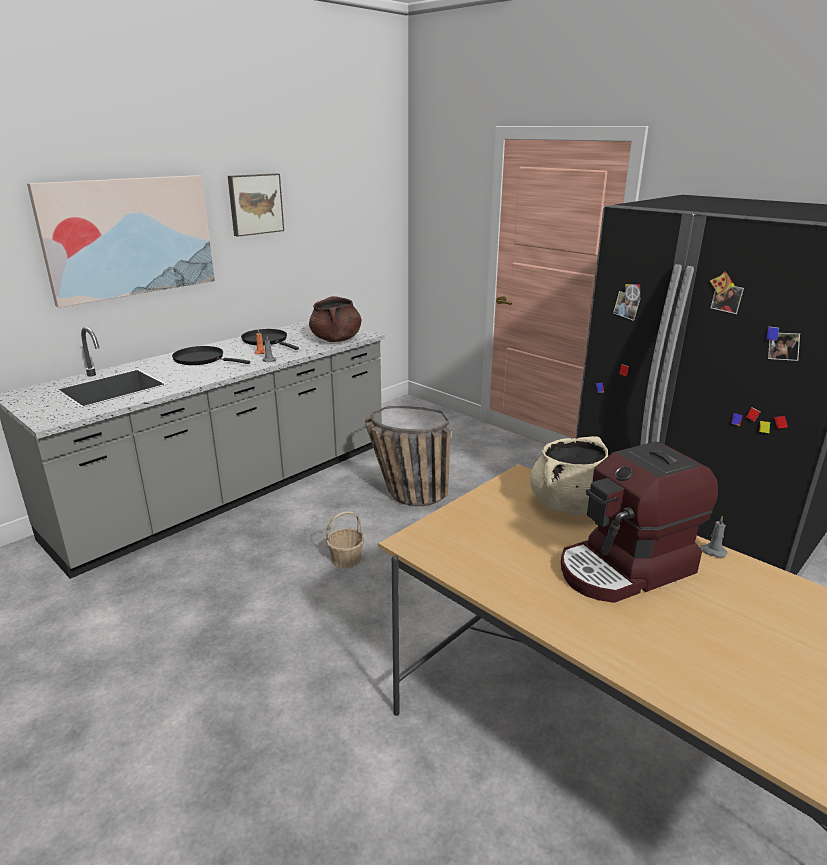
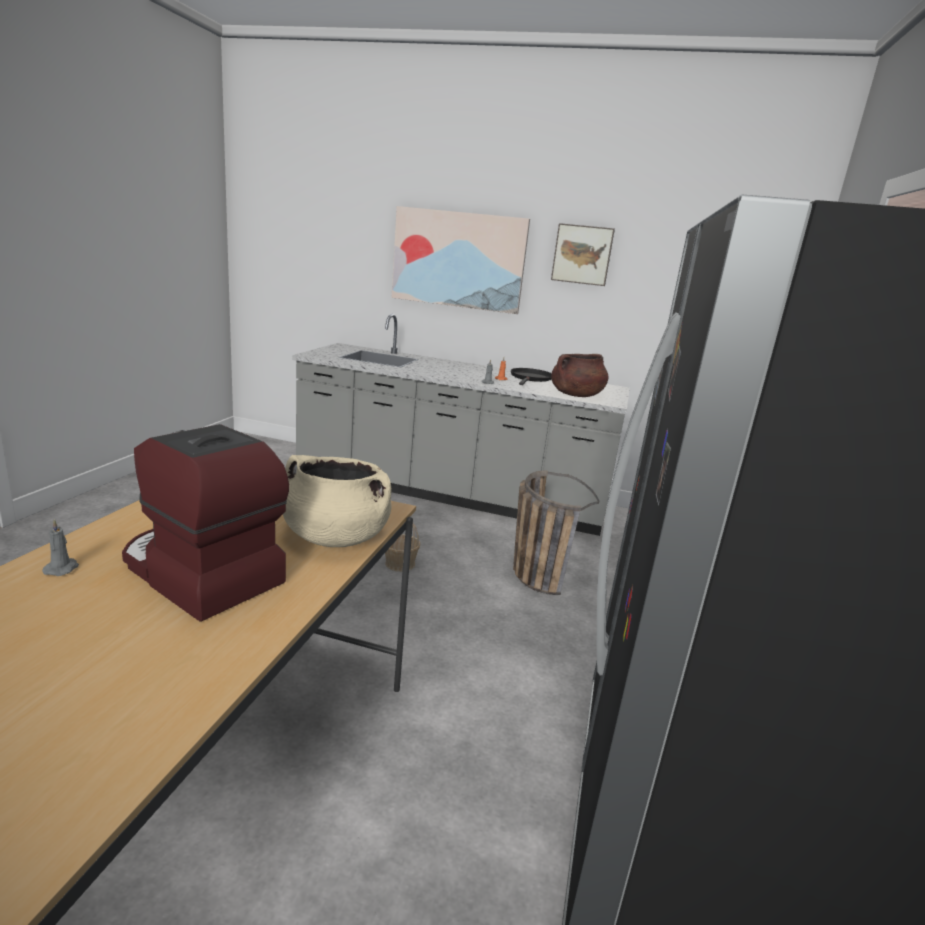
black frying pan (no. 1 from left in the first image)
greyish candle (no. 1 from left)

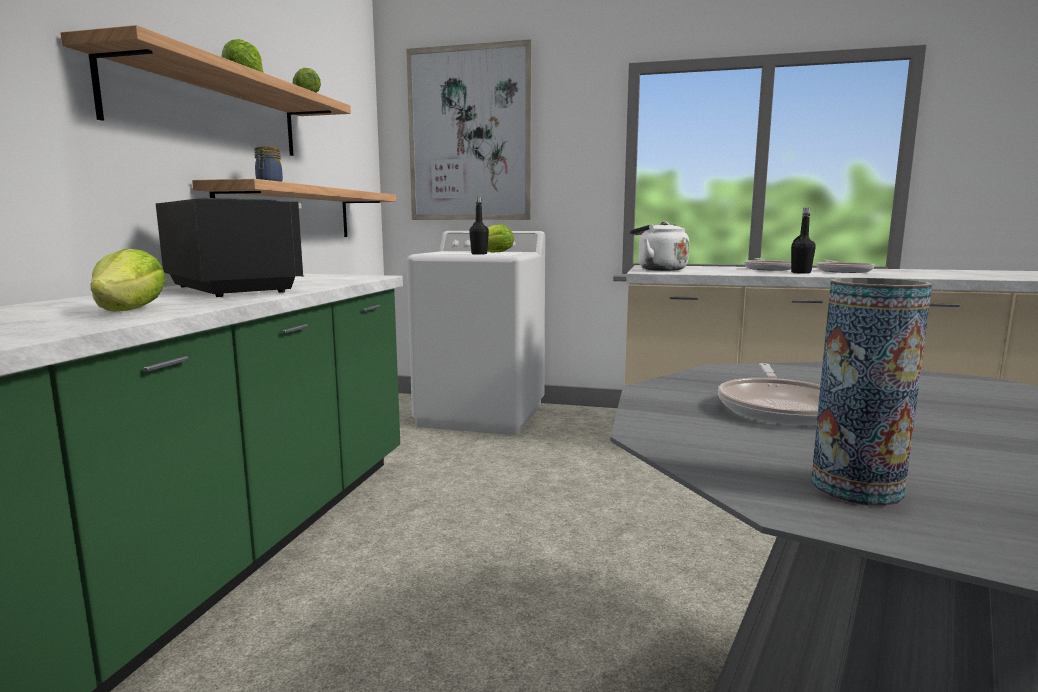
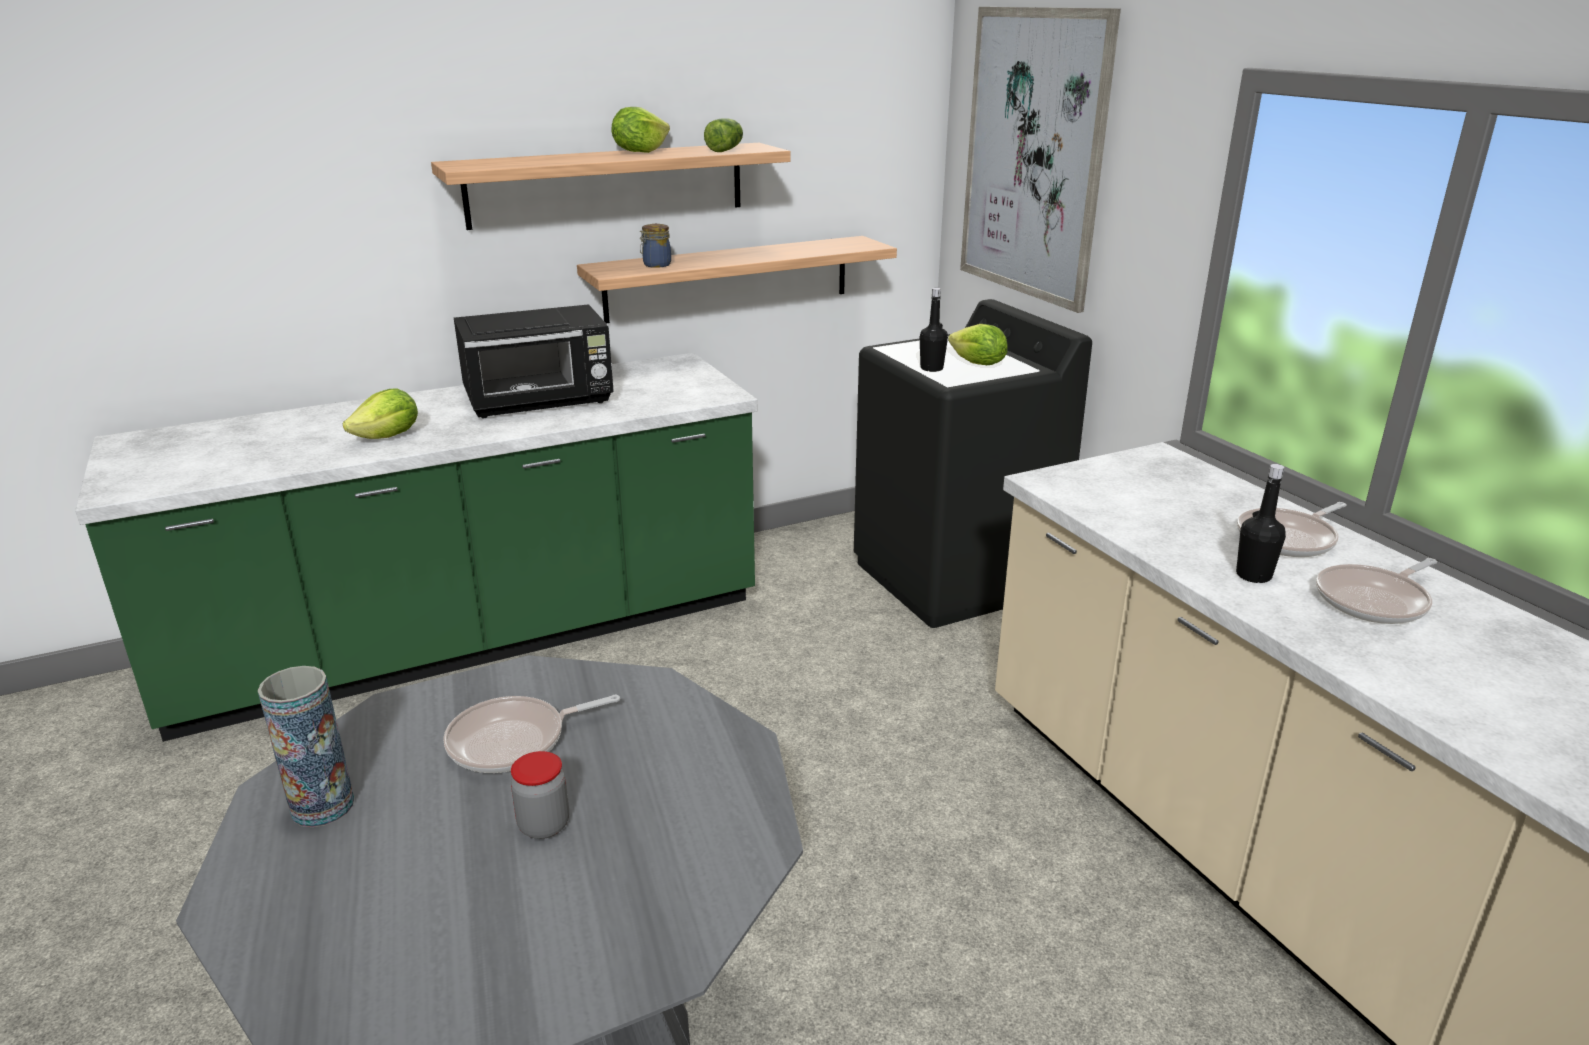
white kettle
jar (no. 1 from left)
black washing machine
black kitchen microwave

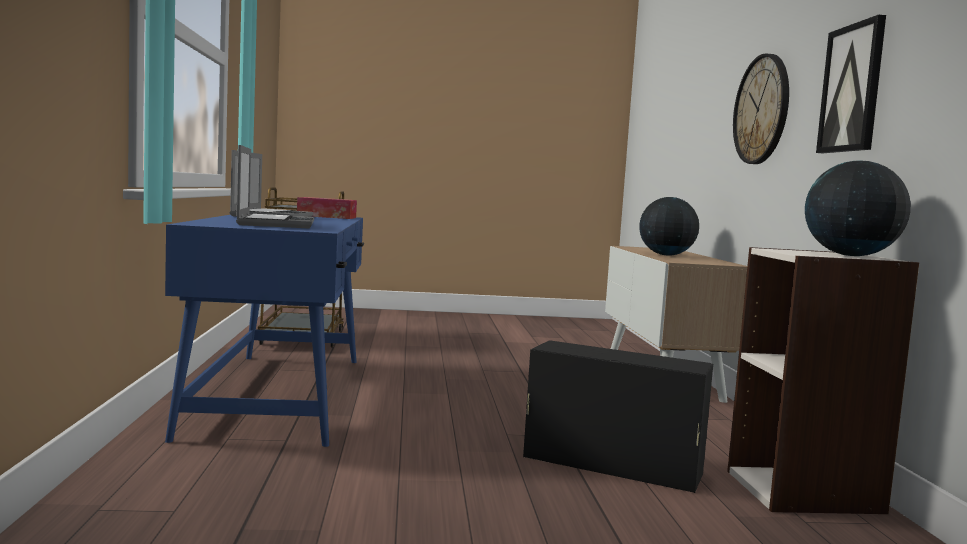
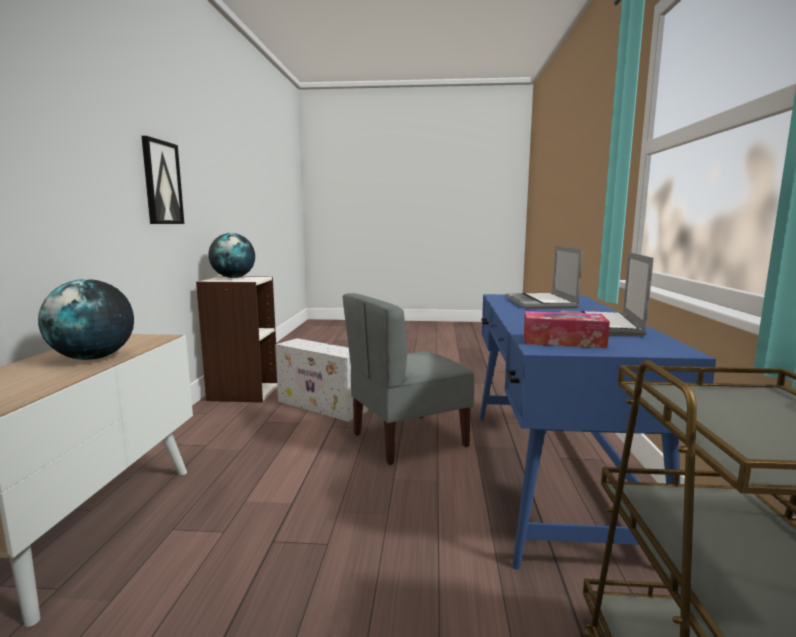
clock on the wall
greyish plain chair
white storage container

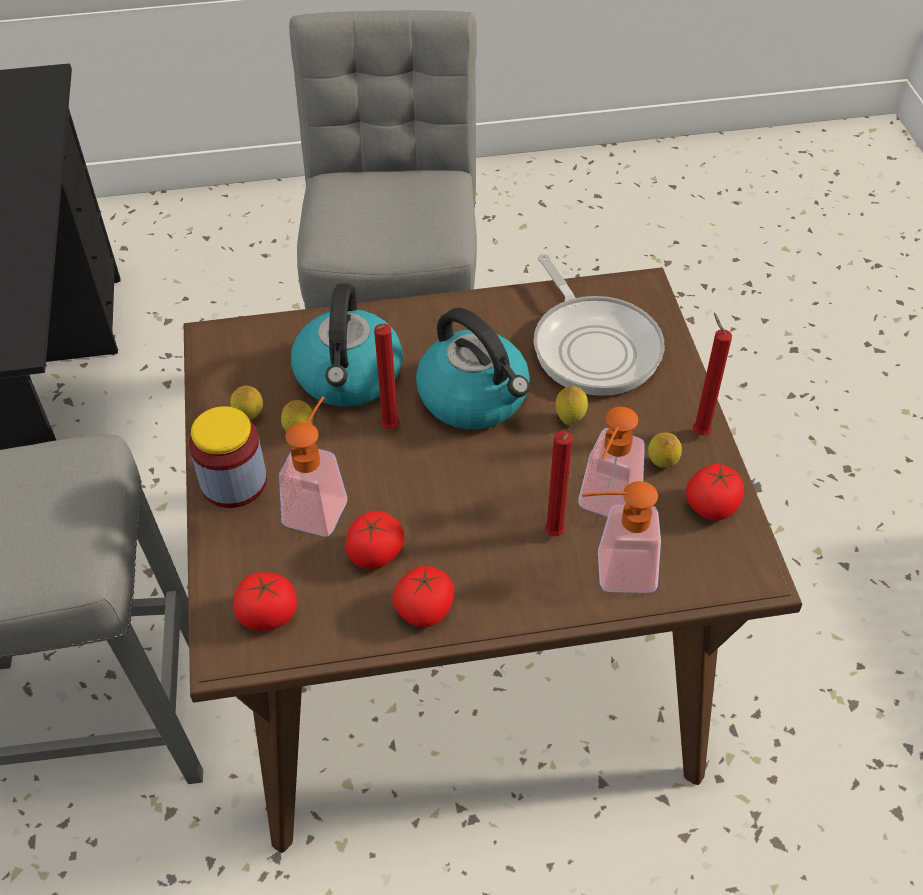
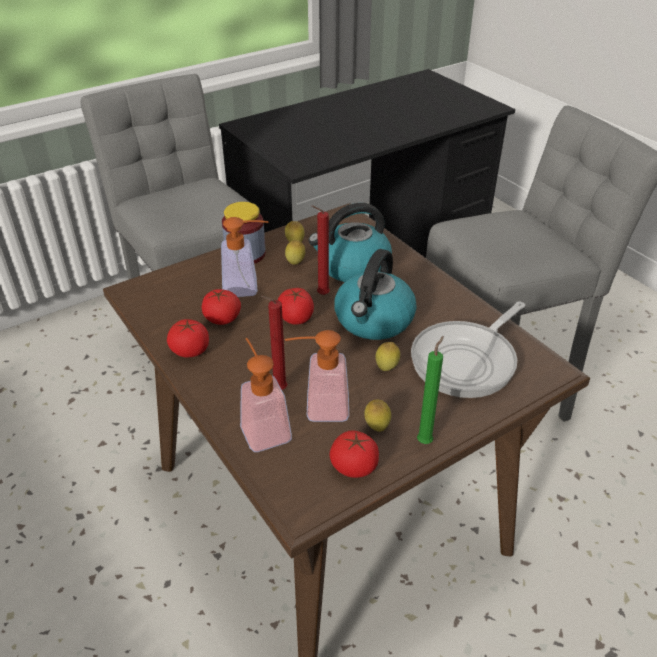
tomato (no. 3 from left)
green candle

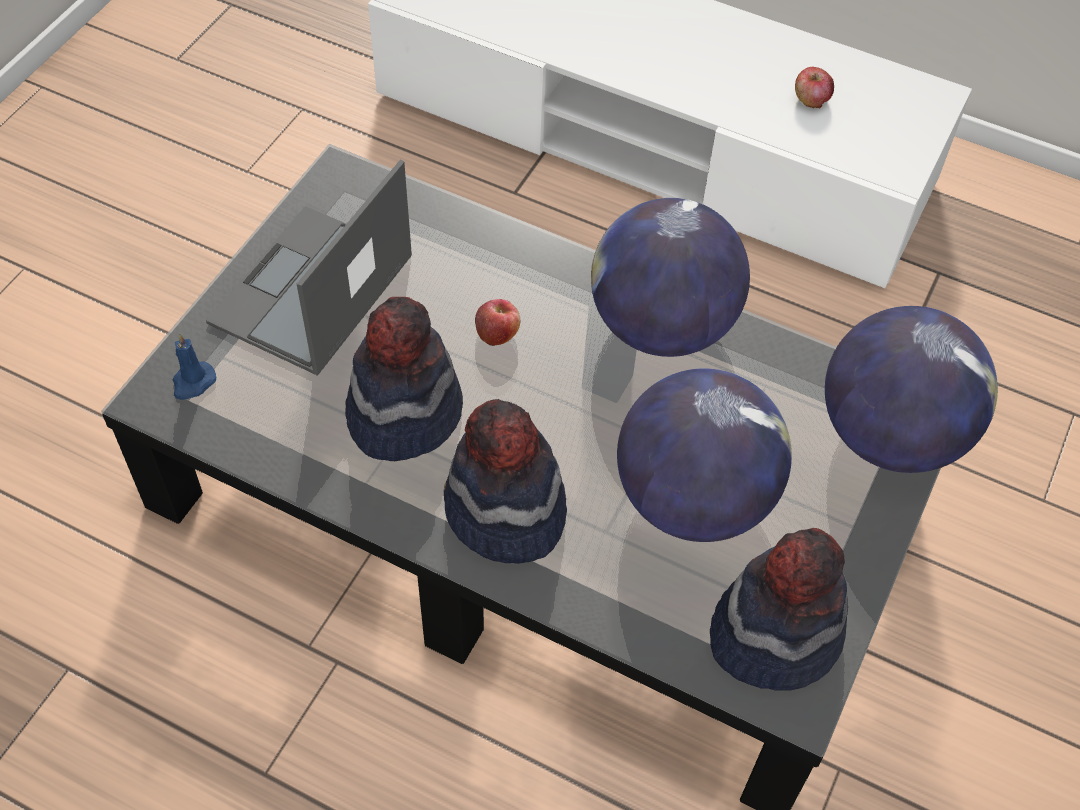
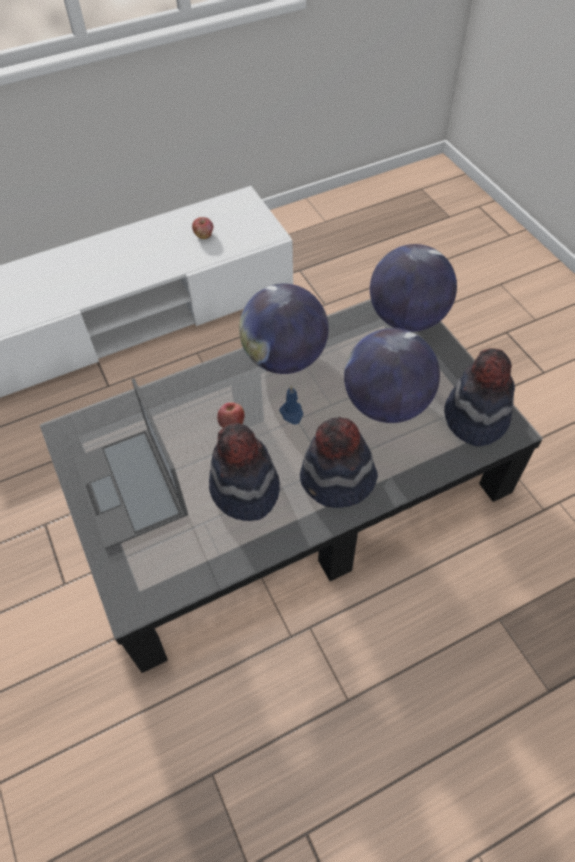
bluish candle

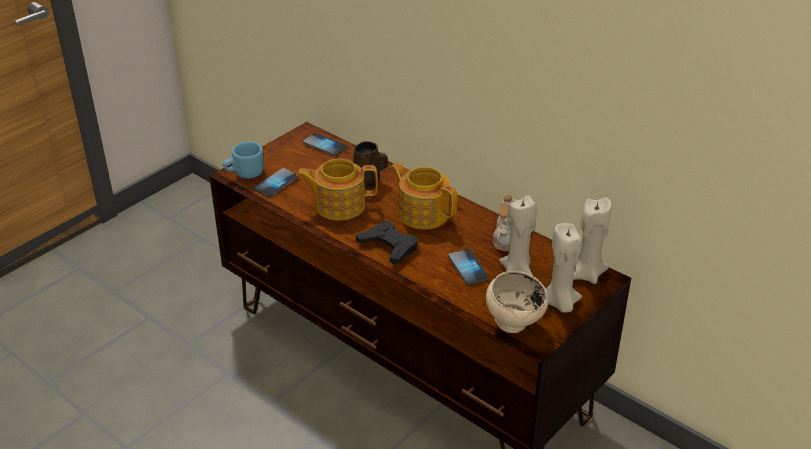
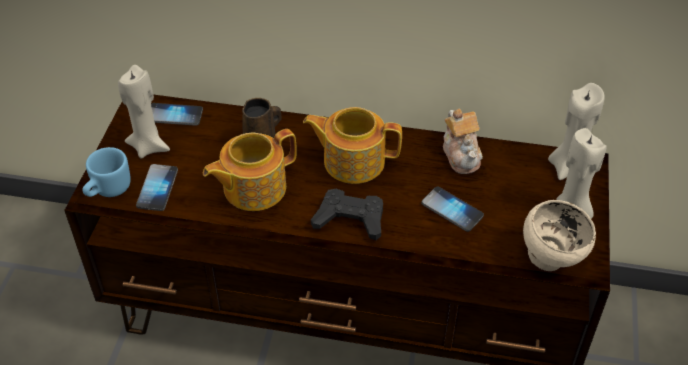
beige-coloured candle (no. 1 from left)

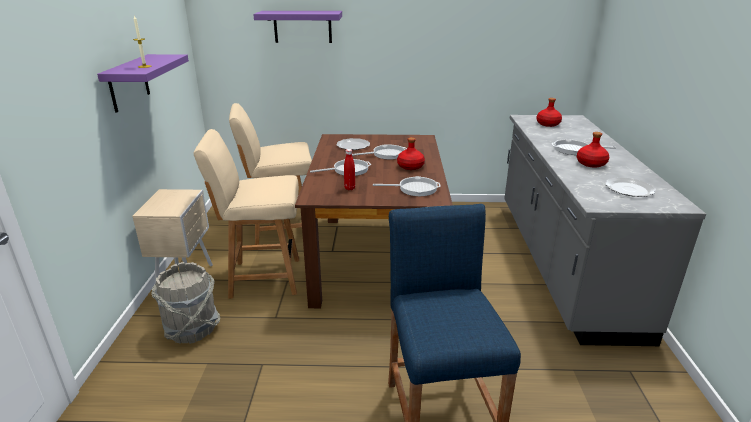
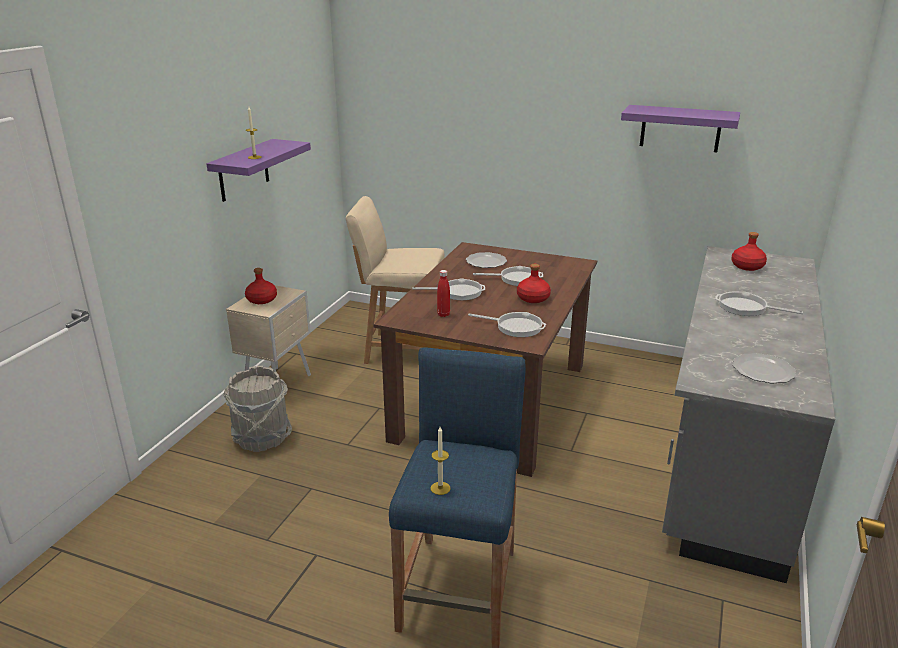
beige-coloured plain chair (no. 1 from left in the first image)
candle (no. 2 from left)
purple bracket shelf (no. 2 from left)
red drink bottle (no. 1 from left)

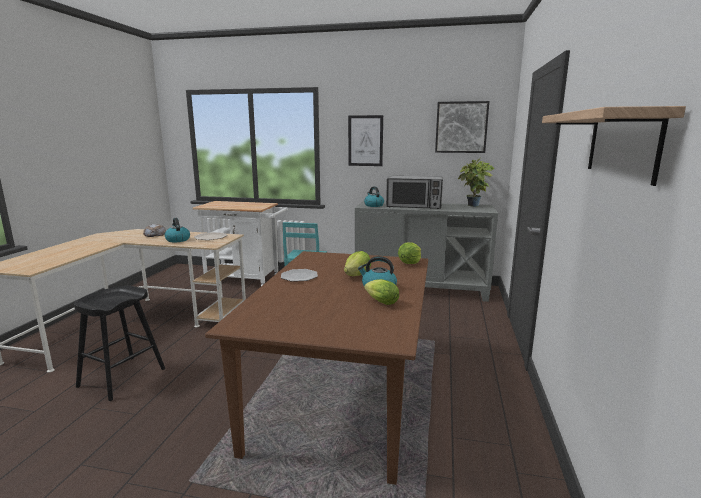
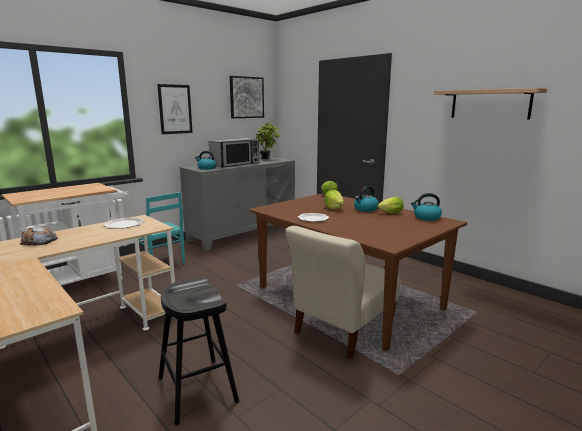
beige-coloured plain chair
kettle (no. 3 from left)

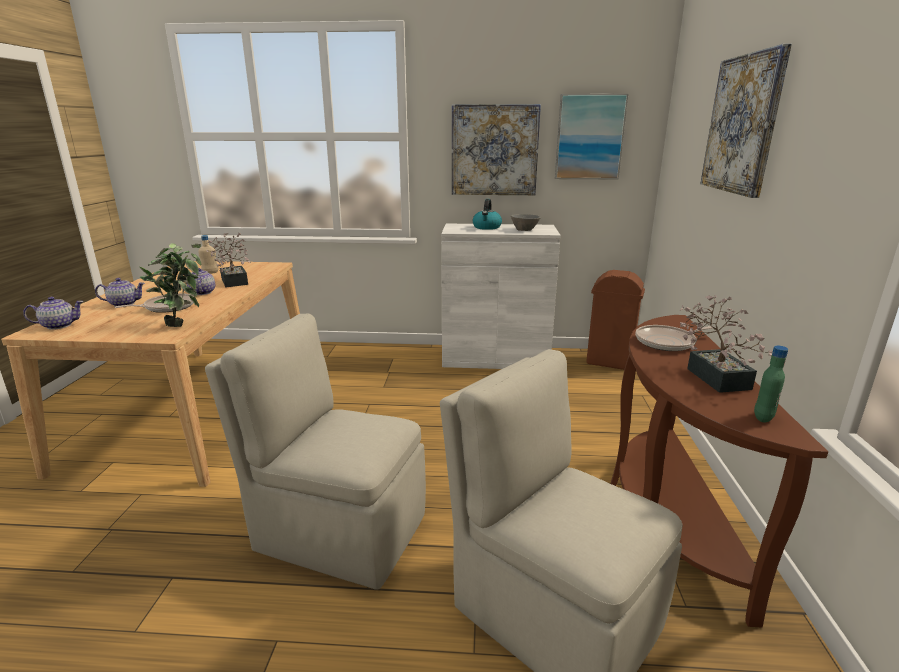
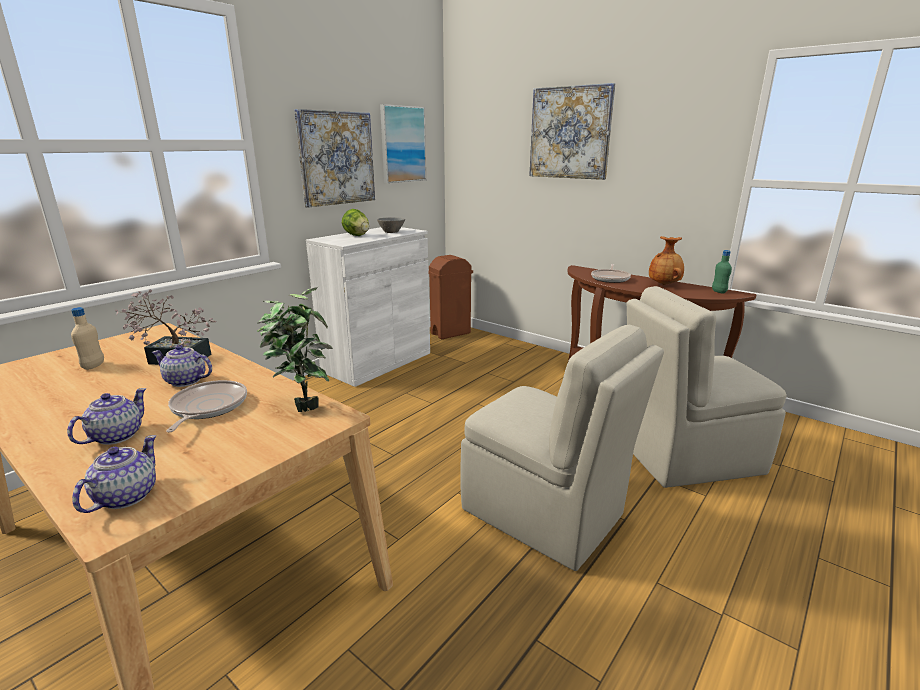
head of lettuce
brownish decorative vase
beige-coloured plain chair (no. 1 from left)

